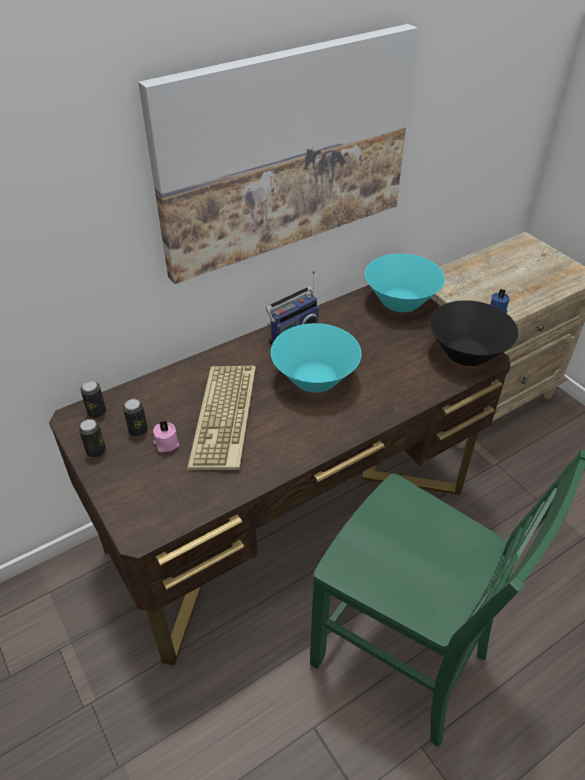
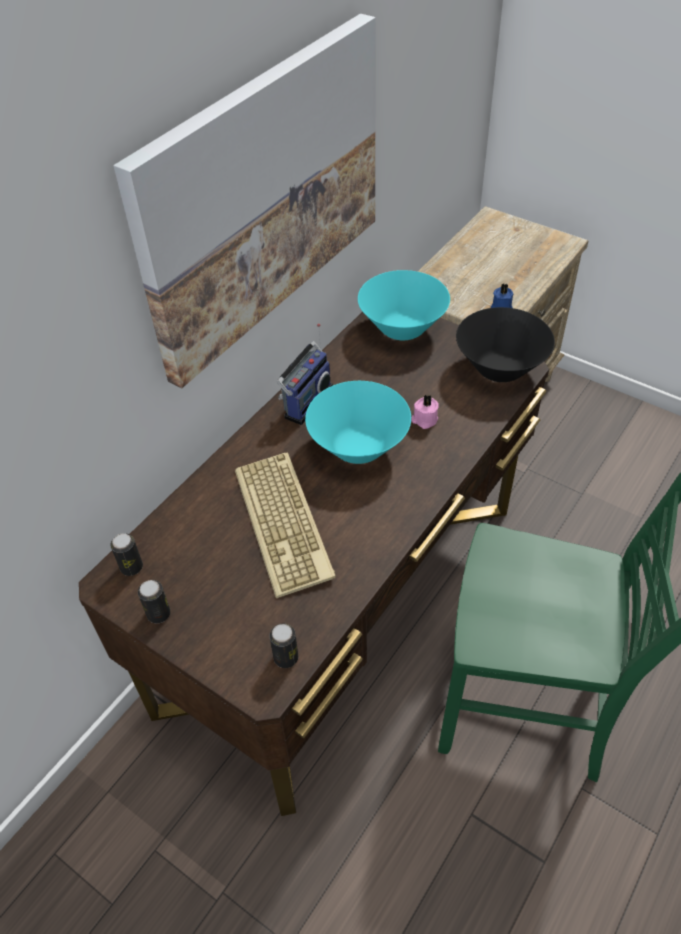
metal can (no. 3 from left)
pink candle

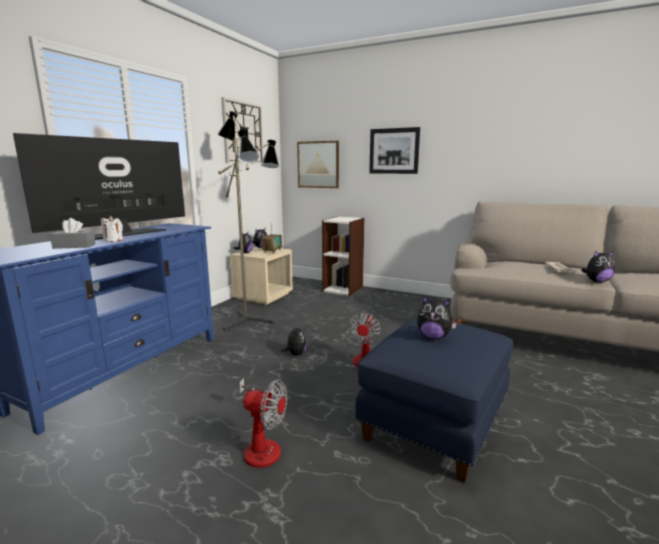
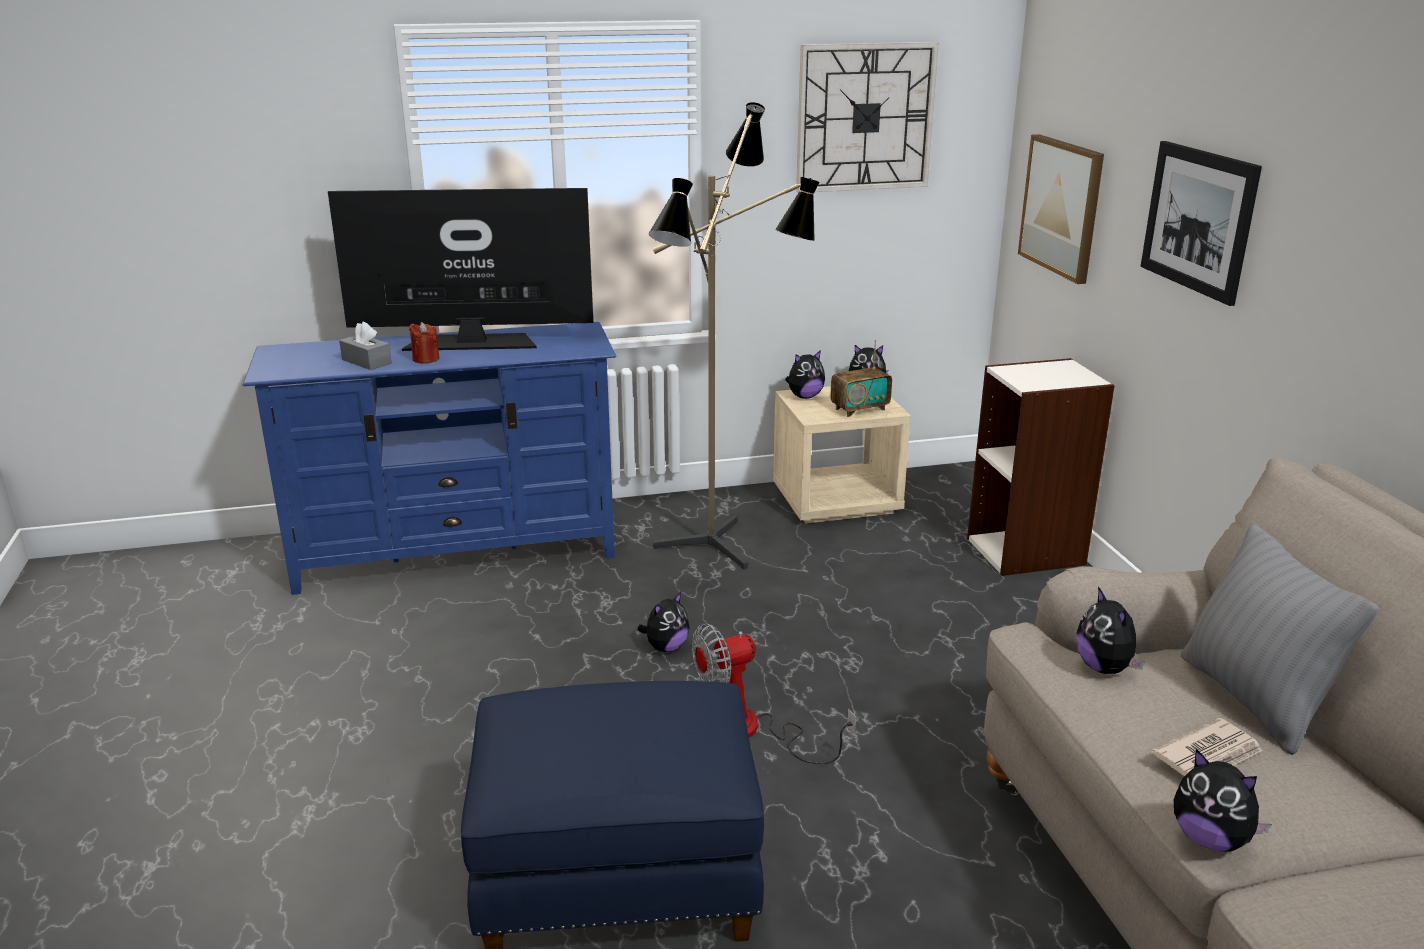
electric fan (no. 1 from left in the first image)
greyish pillow
cuddly toy (no. 4 from left)
red candle

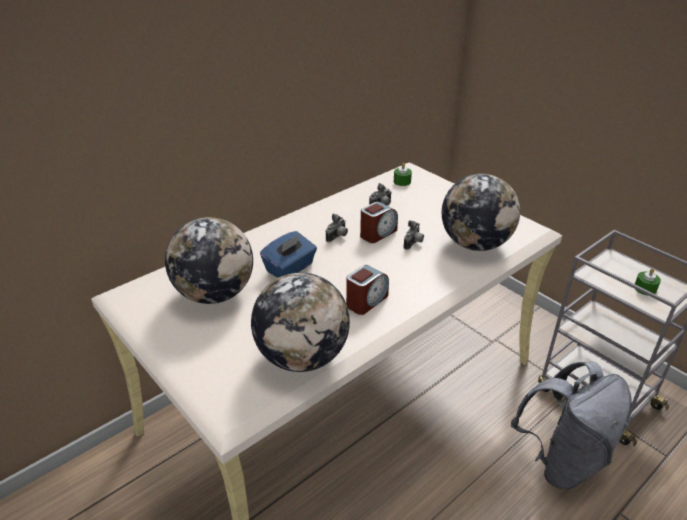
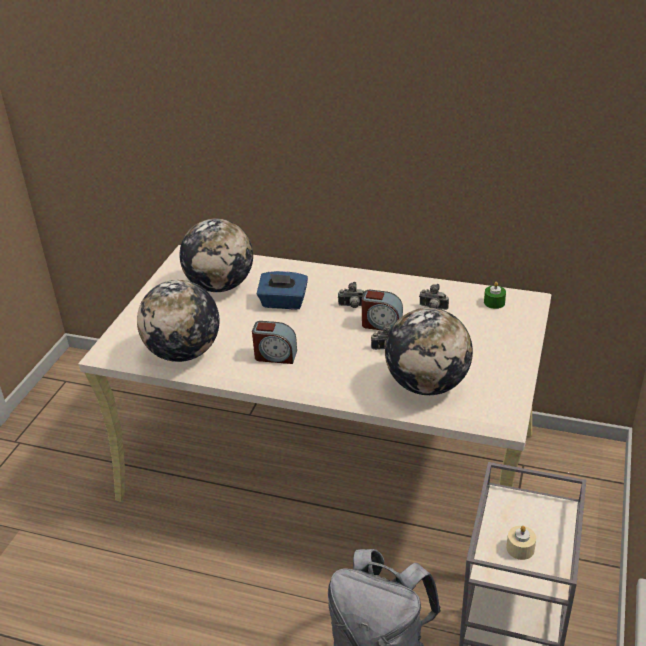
beige-coloured candle

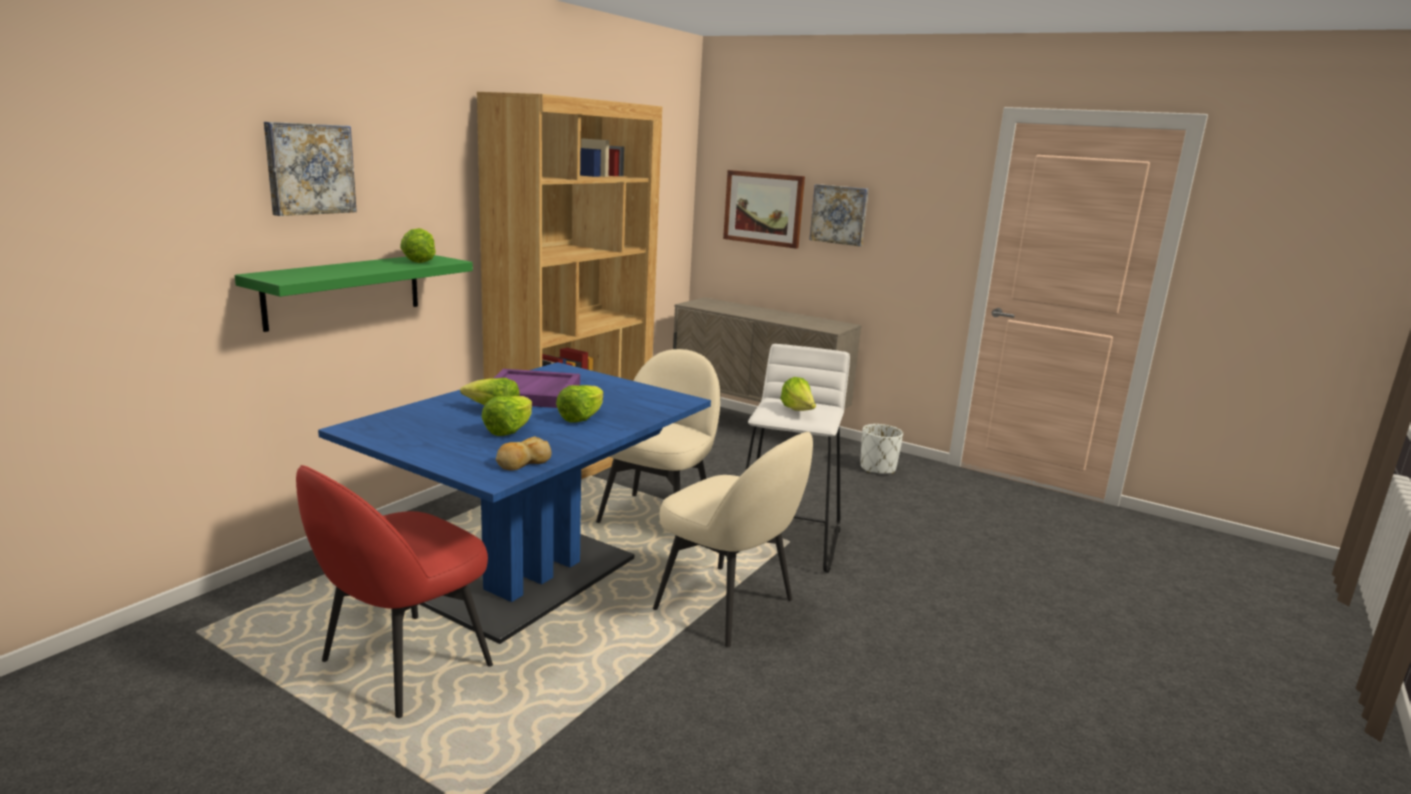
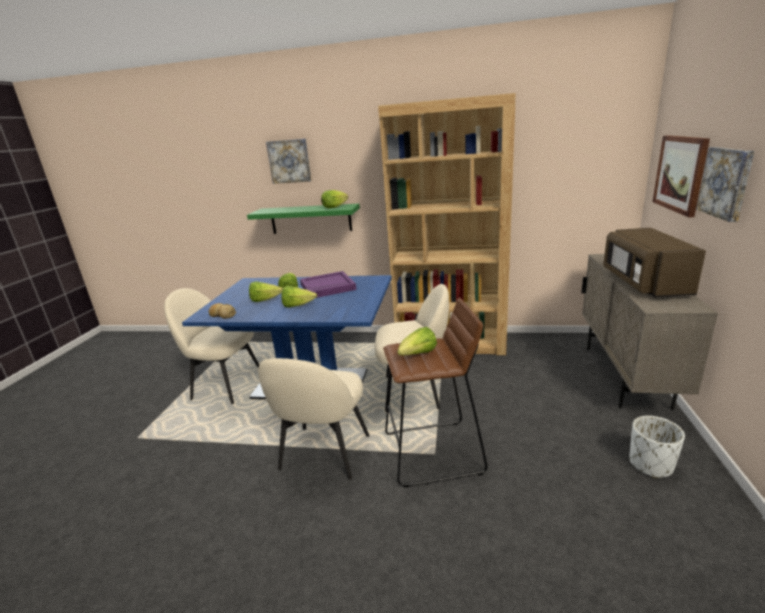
brownish kitchen microwave
beige-coloured plain chair (no. 1 from left)
brownish stool seat

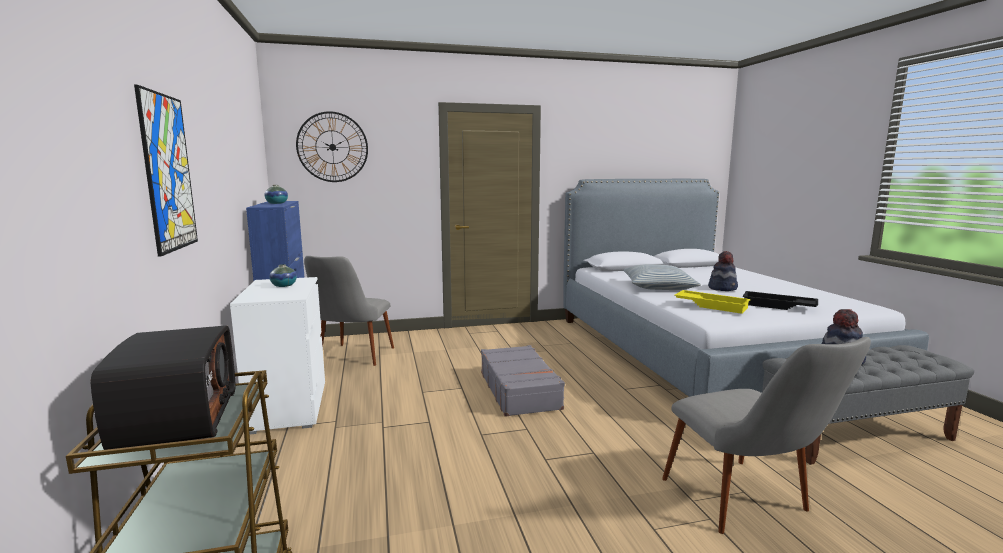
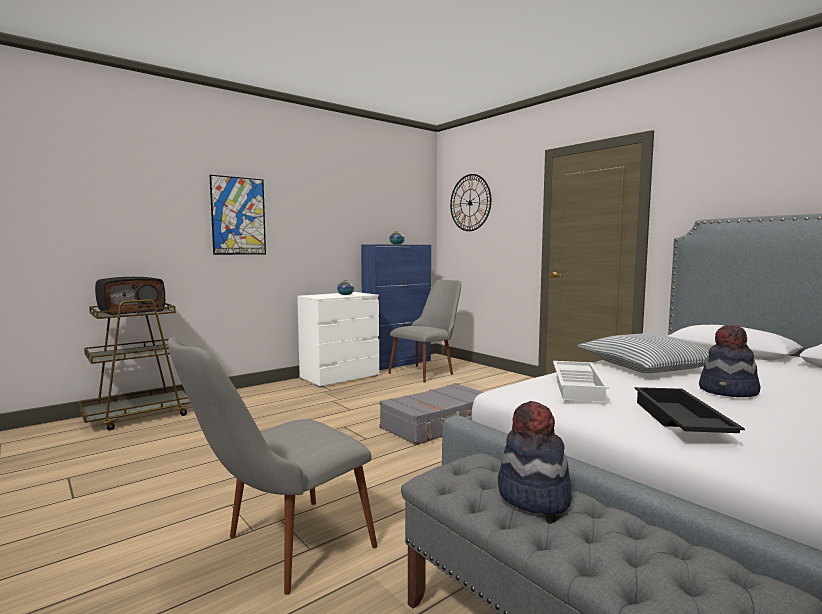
white carrying tray
greyish plain chair (no. 2 from left)

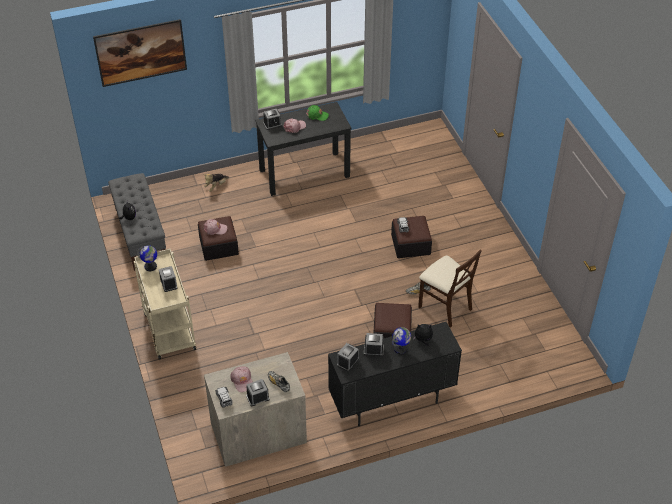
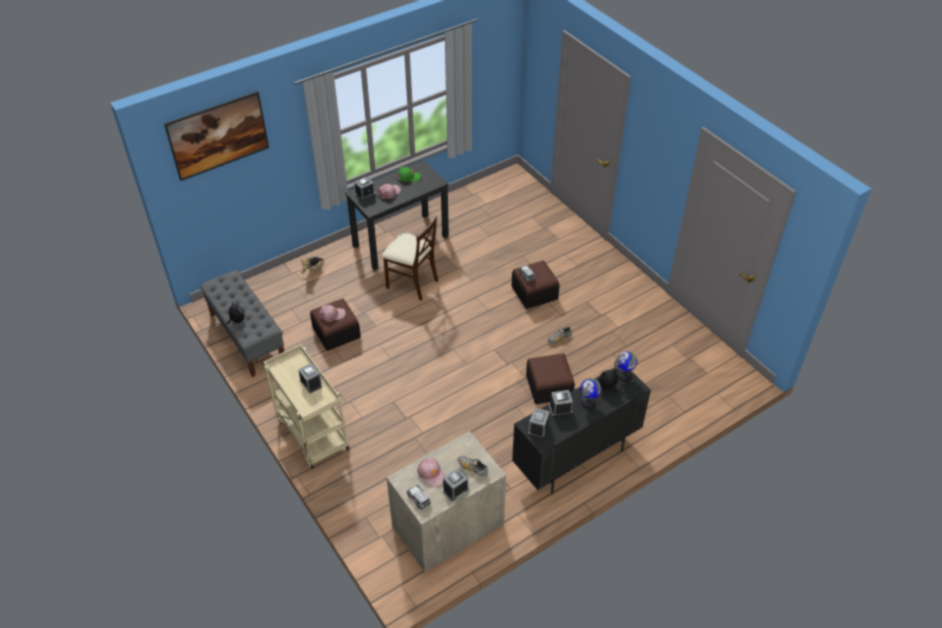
world globe (no. 2 from left)
beige-coloured plain chair

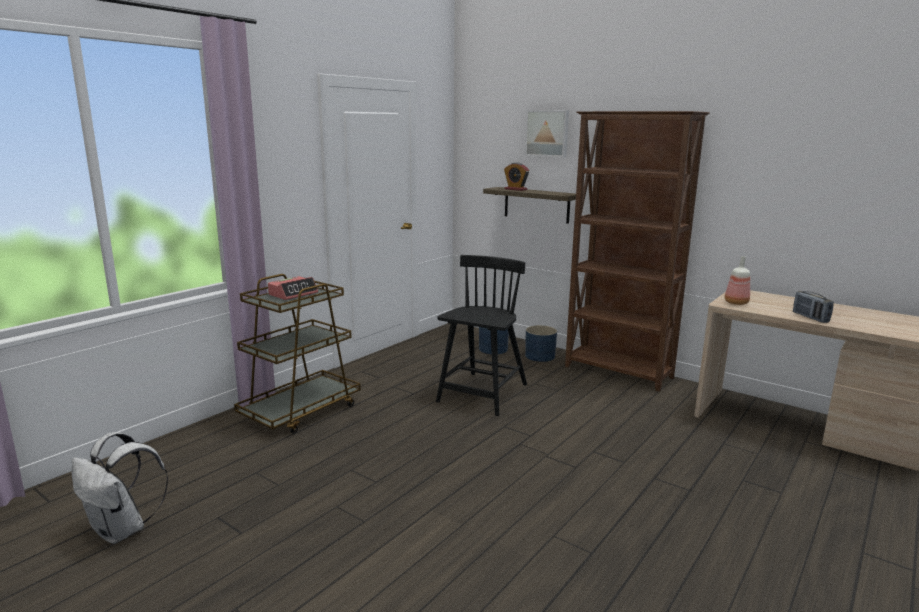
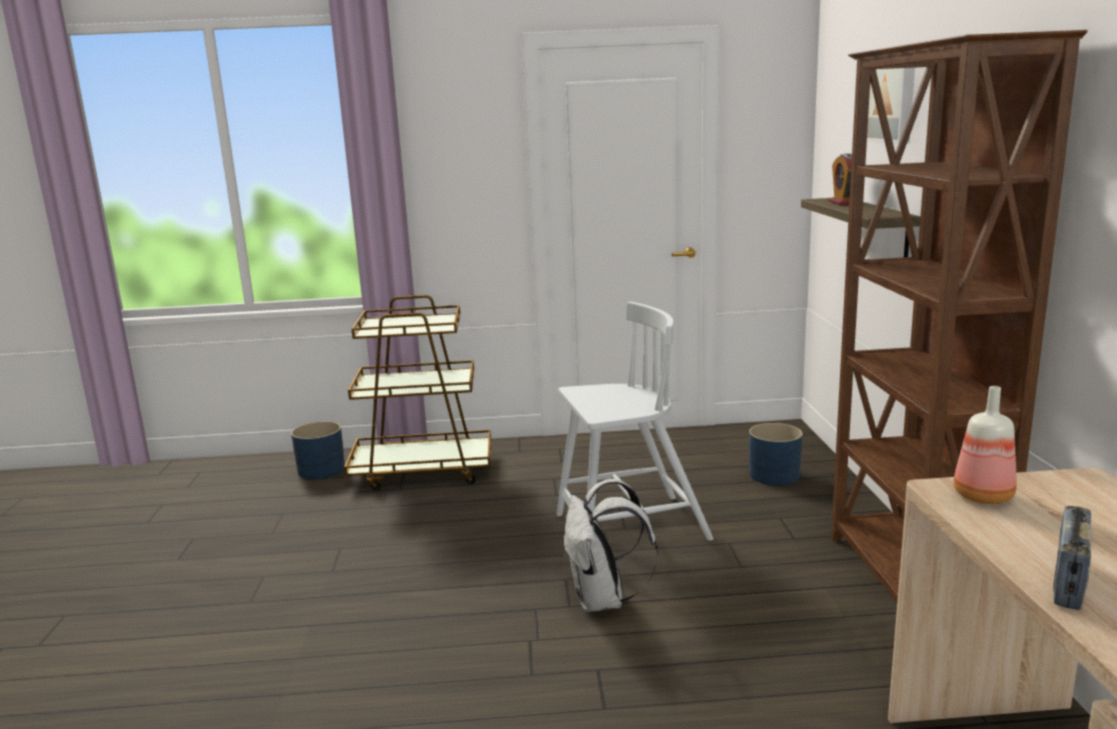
alarm clock (no. 1 from left in the first image)
white backpack
bluish plant pot (no. 1 from left)
white plain chair

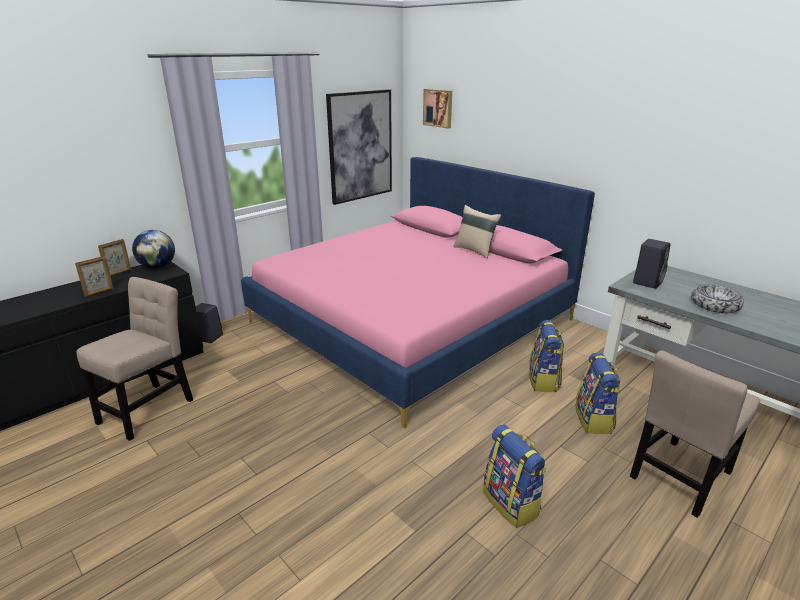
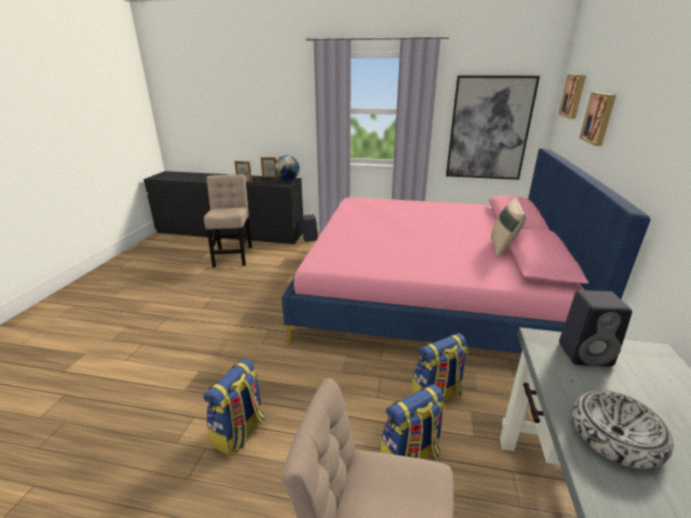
picture (no. 3 from left)
beige-coloured plain chair (no. 1 from left)

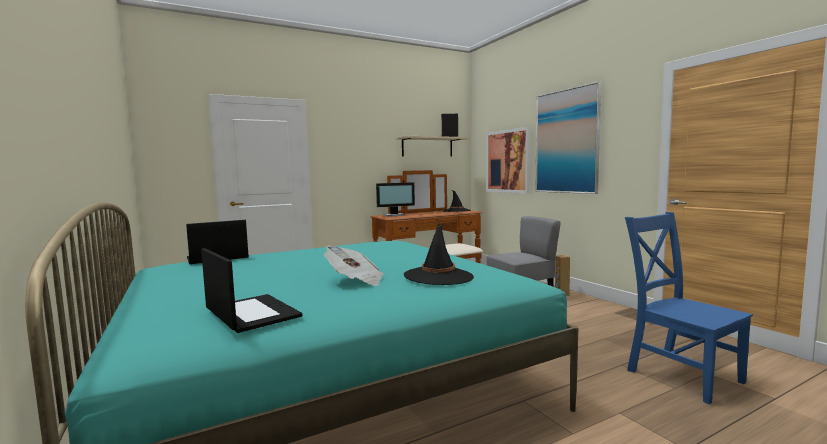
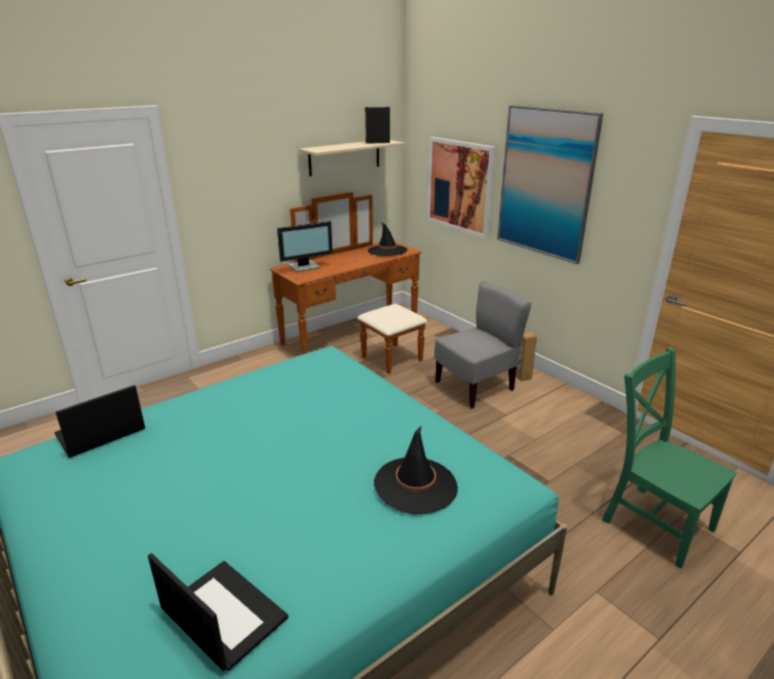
newspaper
green plain chair

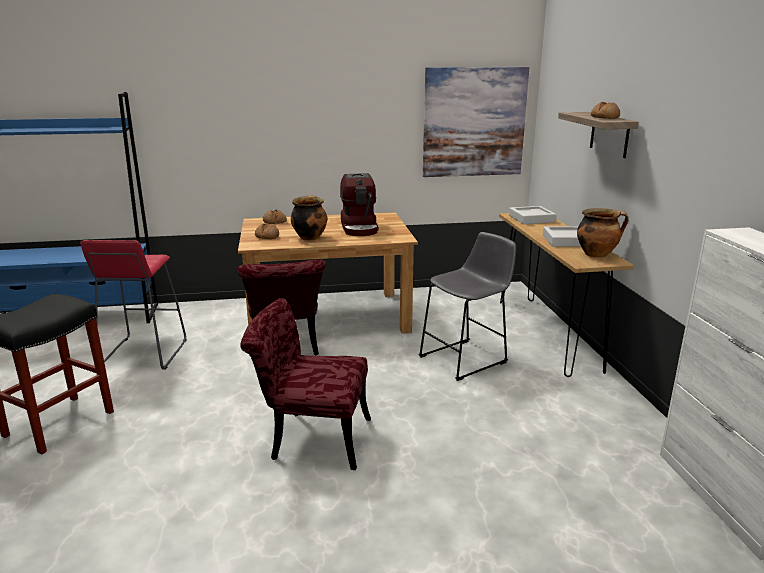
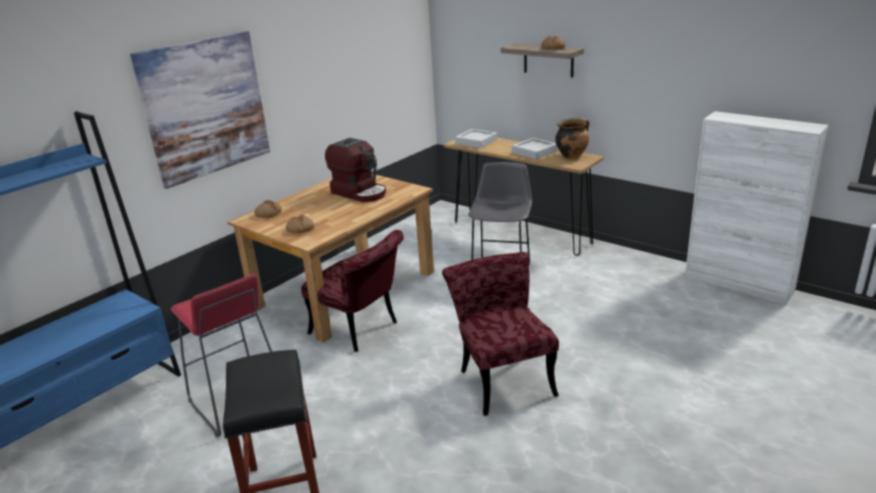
stockpot (no. 1 from left in the first image)
picture
red plain chair (no. 2 from left)

